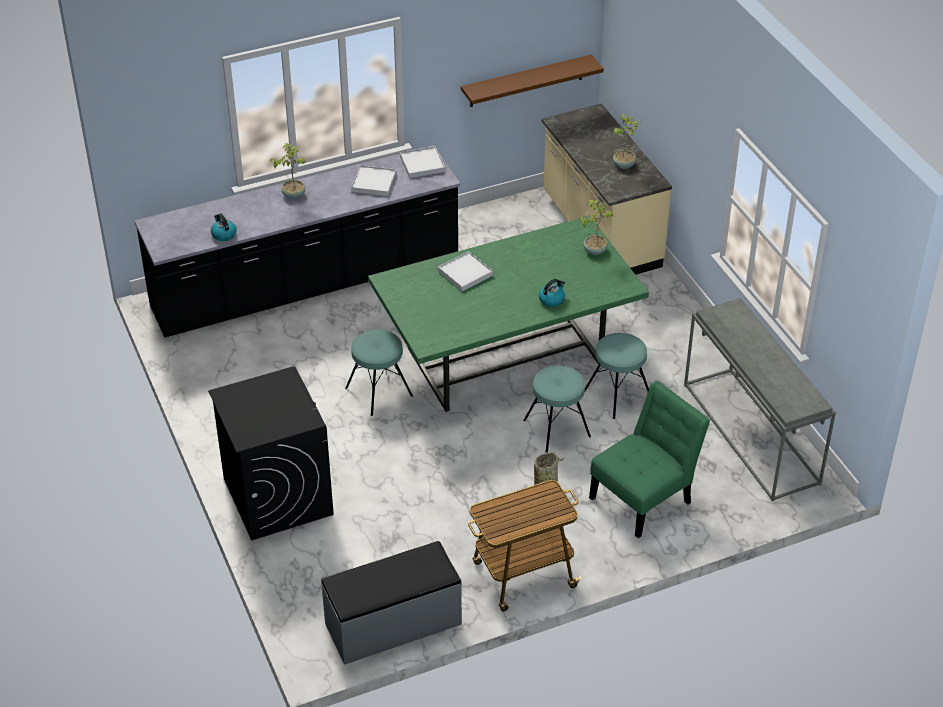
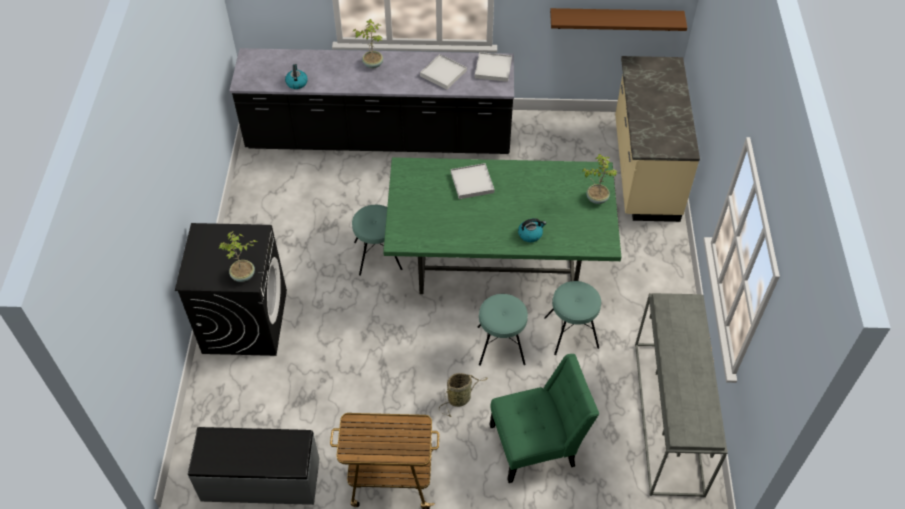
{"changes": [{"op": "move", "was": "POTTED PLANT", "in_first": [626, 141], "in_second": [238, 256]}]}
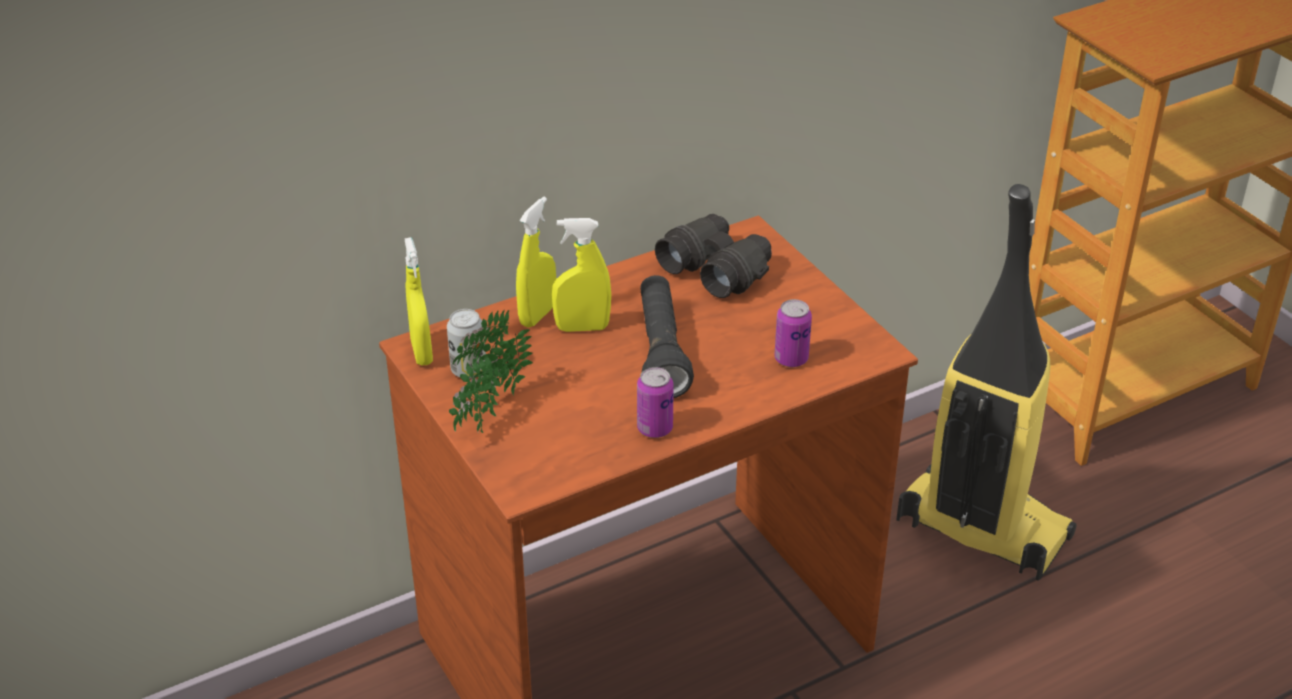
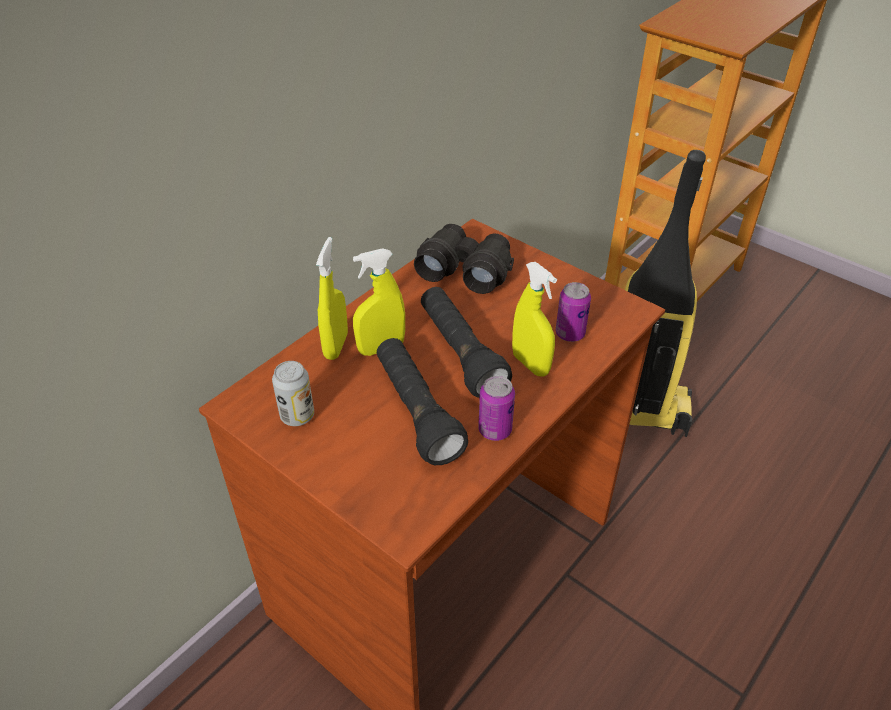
{"changes": [{"op": "delete", "was": "POTTED PLANT", "in_first": [491, 371]}, {"op": "insert", "now": "BLACK FLASHLIGHT", "in_second": [422, 401]}, {"op": "move", "was": "YELLOW SPRAY BOTTLE", "in_first": [419, 301], "in_second": [534, 319]}]}
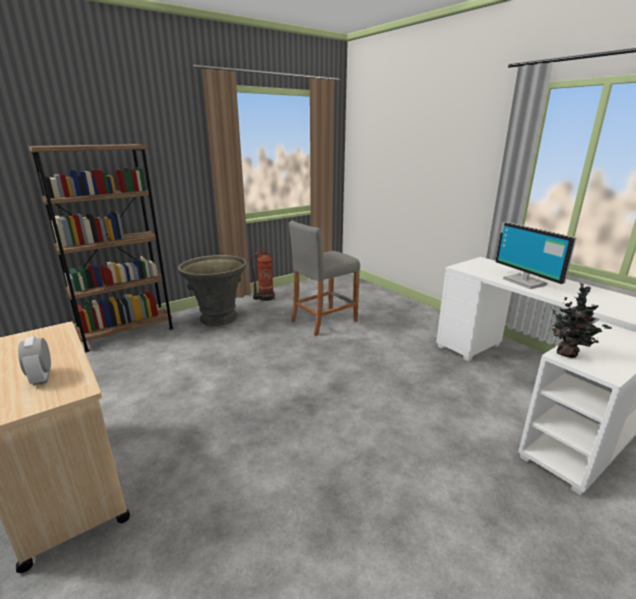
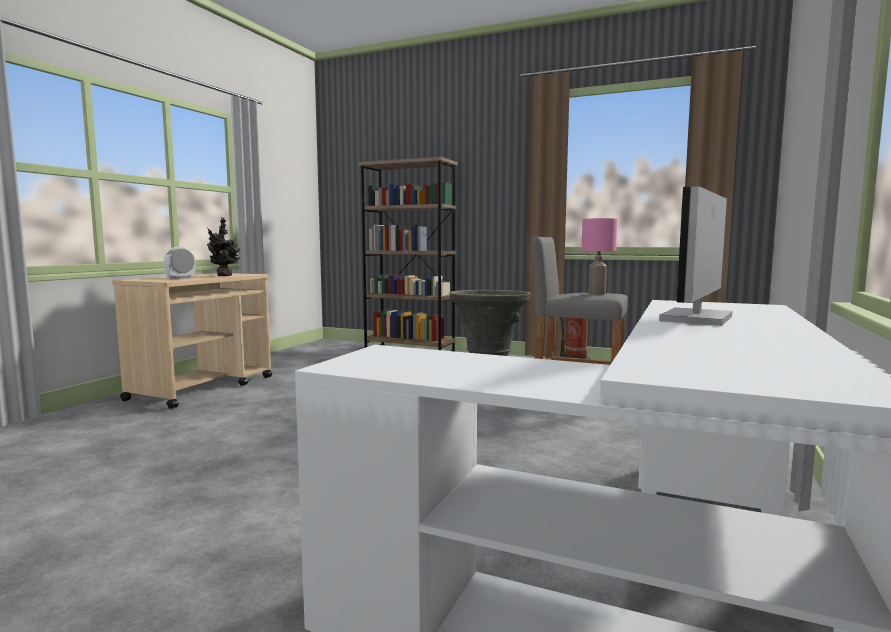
{"changes": [{"op": "insert", "now": "PINK TABLE LAMP", "in_second": [599, 256]}, {"op": "move", "was": "POTTED PLANT", "in_first": [582, 320], "in_second": [224, 246]}]}
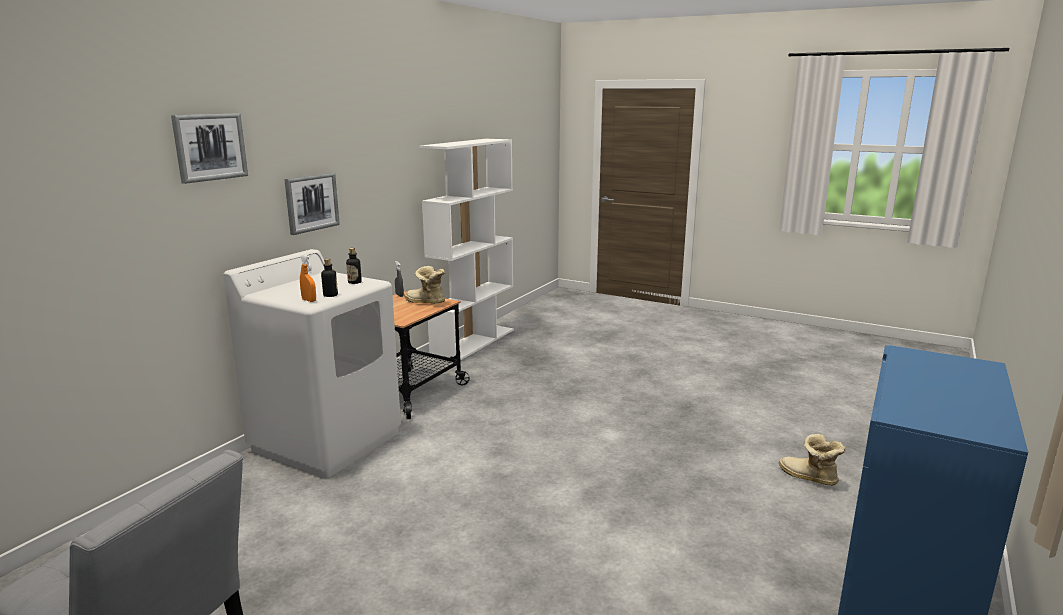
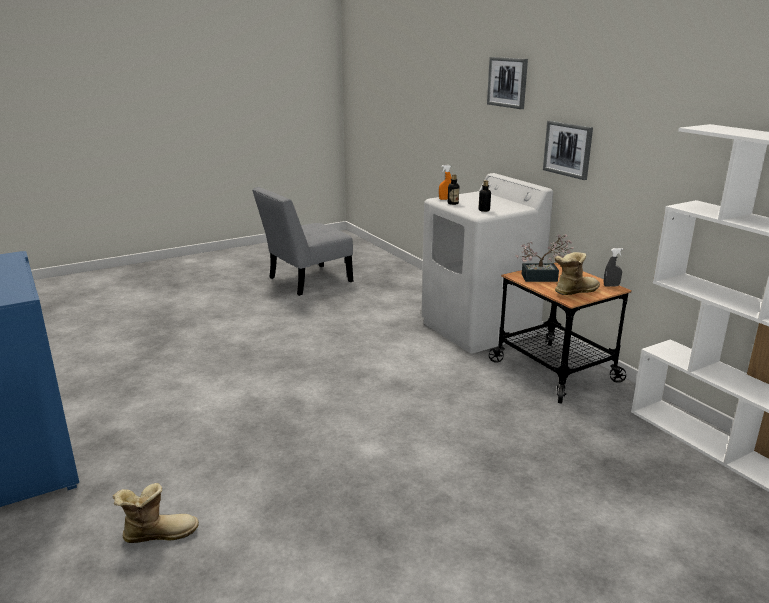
{"changes": [{"op": "insert", "now": "POTTED PLANT", "in_second": [545, 258]}]}
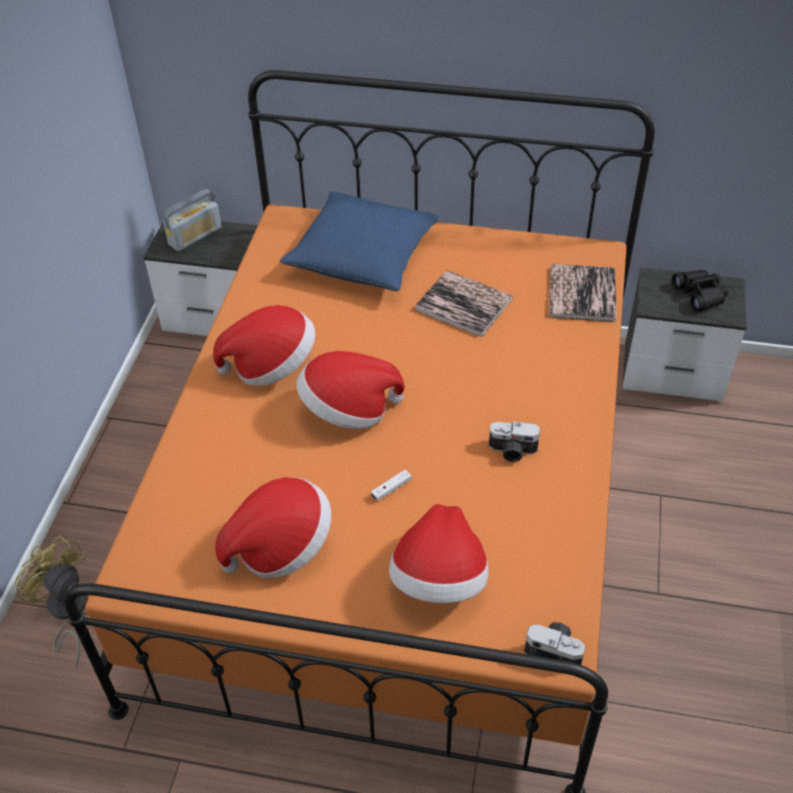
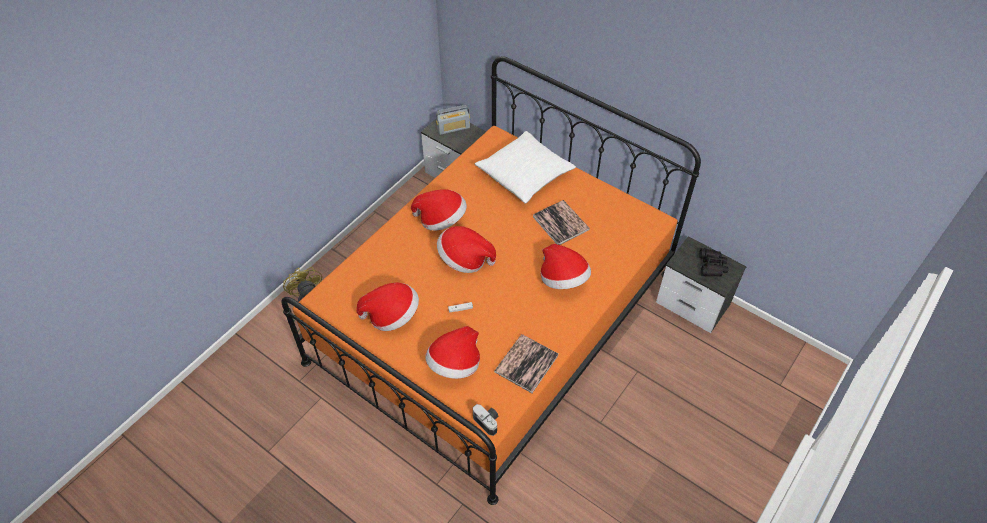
{"changes": [{"op": "delete", "was": "PHOTO CAMERA", "in_first": [514, 441]}, {"op": "insert", "now": "HAT", "in_second": [565, 266]}, {"op": "move", "was": "BOOK", "in_first": [583, 293], "in_second": [526, 363]}, {"op": "recolor", "was": "BLUE PILLOW", "now": "WHITE PILLOW", "in_first": [360, 241], "in_second": [525, 167]}]}
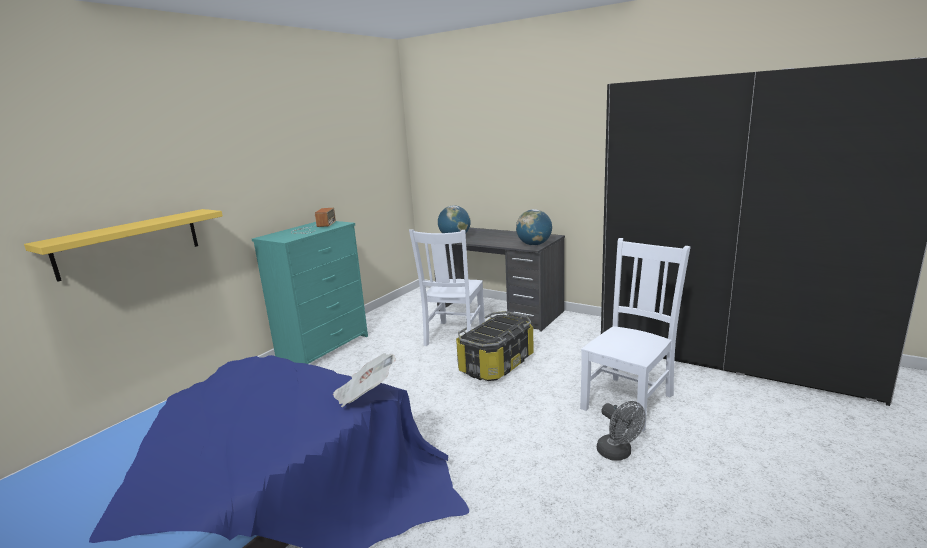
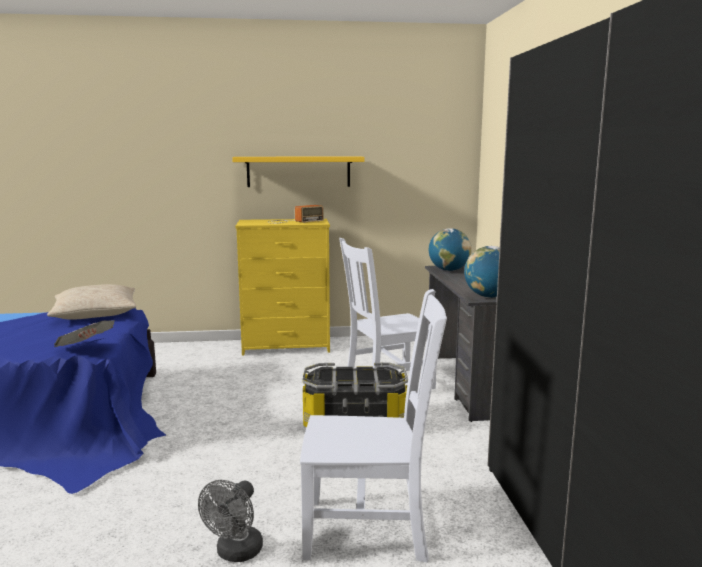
{"changes": [{"op": "insert", "now": "BEIGE PILLOW", "in_second": [91, 302]}, {"op": "move", "was": "YELLOW SHELF", "in_first": [123, 245], "in_second": [298, 172]}, {"op": "recolor", "was": "TURQUOISE DRESSER", "now": "YELLOW DRESSER", "in_first": [310, 292], "in_second": [282, 287]}]}
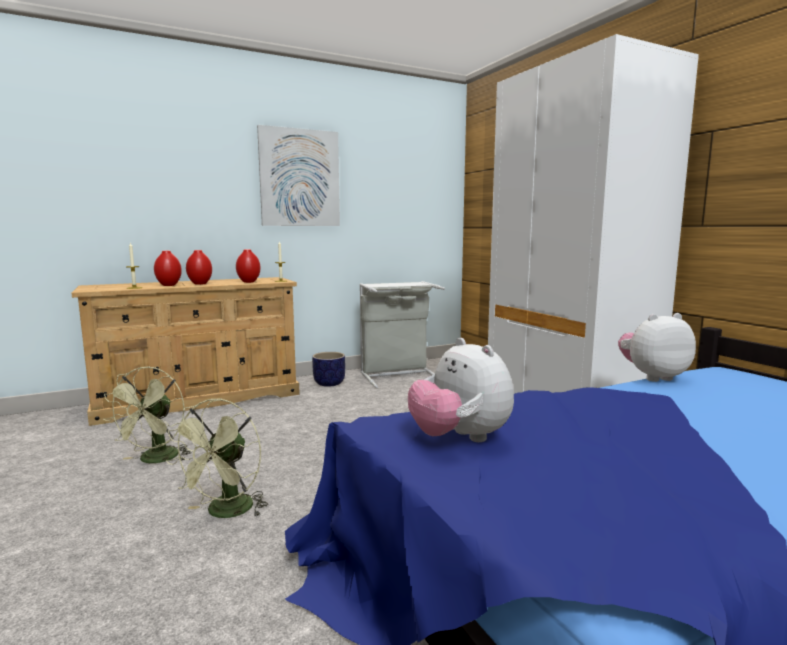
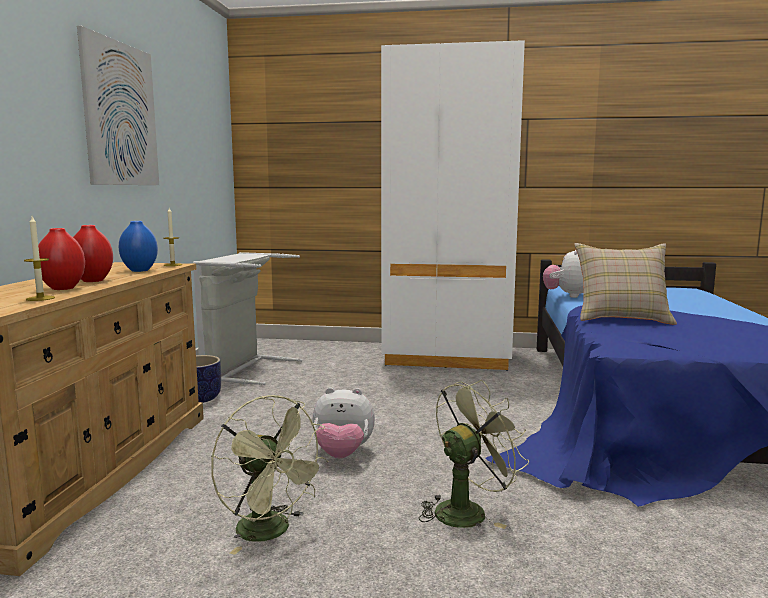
{"changes": [{"op": "insert", "now": "BEIGE PILLOW", "in_second": [625, 284]}, {"op": "move", "was": "PLUSH TOY", "in_first": [461, 390], "in_second": [344, 423]}, {"op": "recolor", "was": "RED VASE", "now": "BLUE VASE", "in_first": [248, 266], "in_second": [138, 246]}, {"op": "rotate", "was": "GREEN FAN", "in_first": [217, 458], "in_second": [474, 454], "clockwise": -90}]}
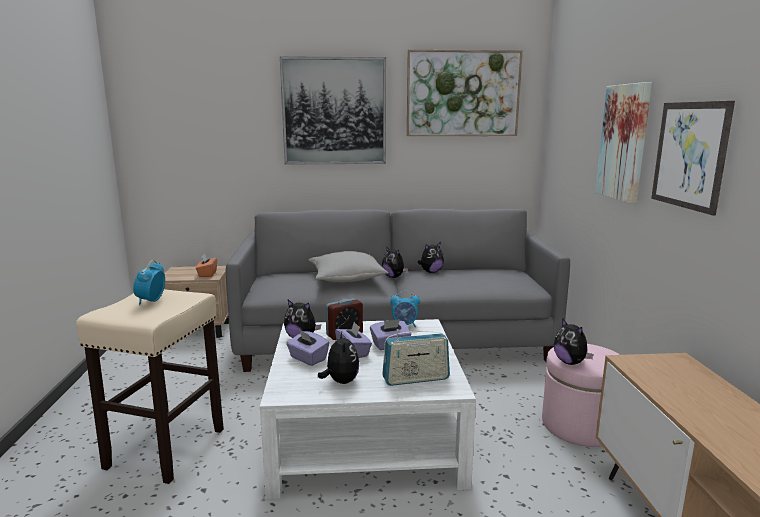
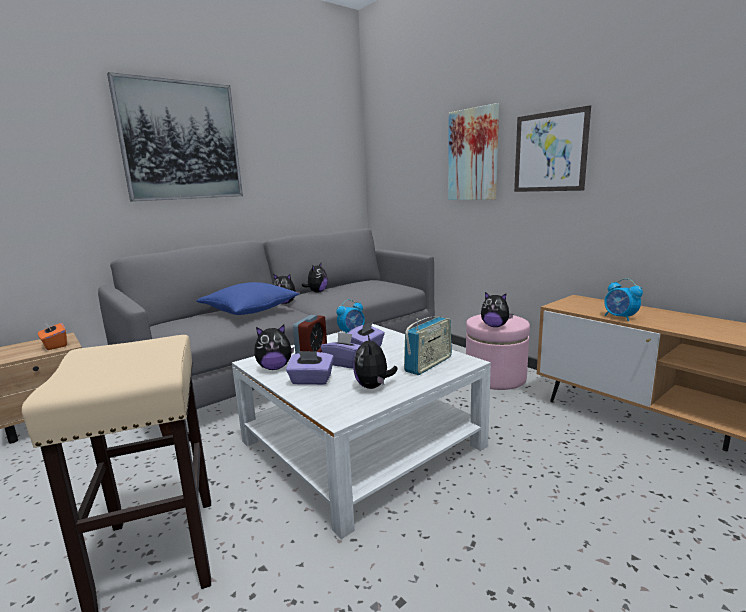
{"changes": [{"op": "delete", "was": "PICTURE", "in_first": [465, 93]}, {"op": "move", "was": "ALARM CLOCK", "in_first": [149, 283], "in_second": [623, 299]}, {"op": "recolor", "was": "GREY PILLOW", "now": "BLUE PILLOW", "in_first": [348, 266], "in_second": [248, 298]}, {"op": "rotate", "was": "PLUSH TOY", "in_first": [338, 358], "in_second": [375, 361], "clockwise": -135}]}
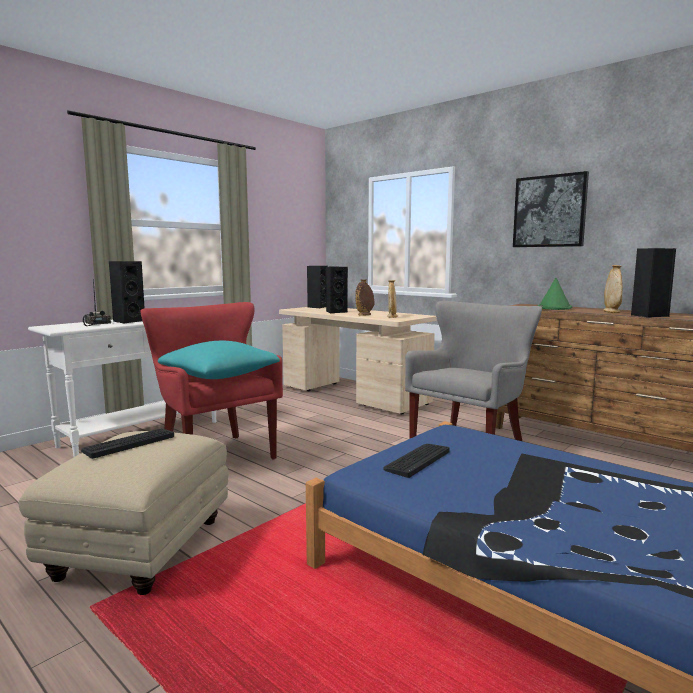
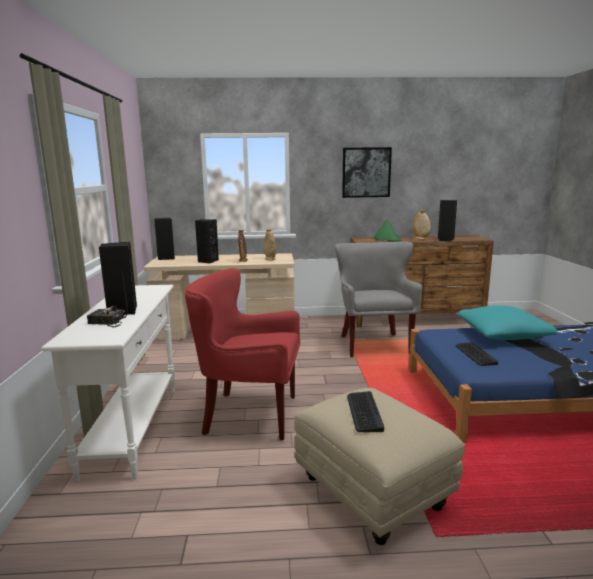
{"changes": [{"op": "move", "was": "TURQUOISE PILLOW", "in_first": [219, 360], "in_second": [507, 322]}]}
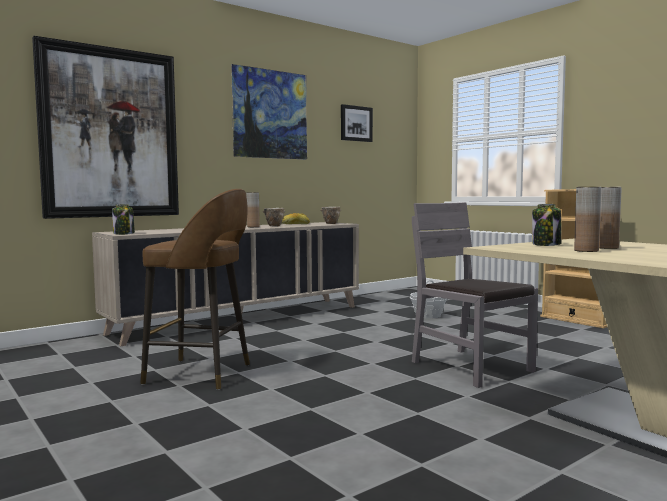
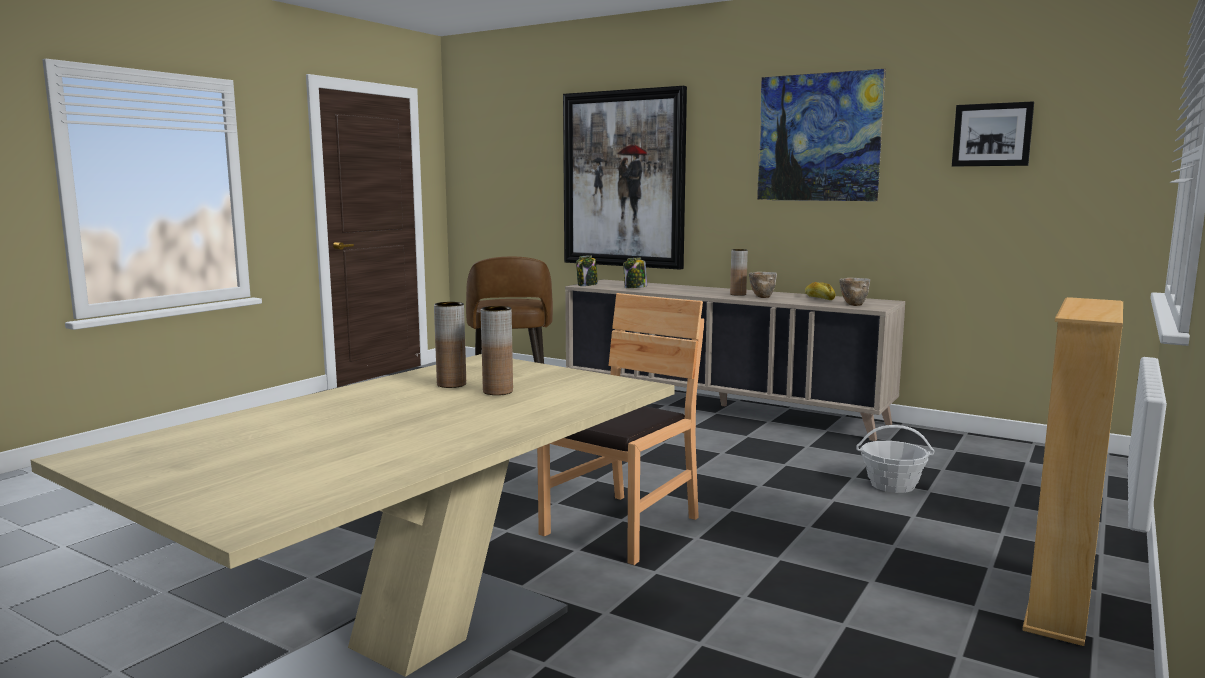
{"changes": [{"op": "move", "was": "JAR", "in_first": [547, 225], "in_second": [635, 273]}, {"op": "recolor", "was": "GREY CHAIR", "now": "BROWN CHAIR", "in_first": [475, 295], "in_second": [620, 429]}]}
